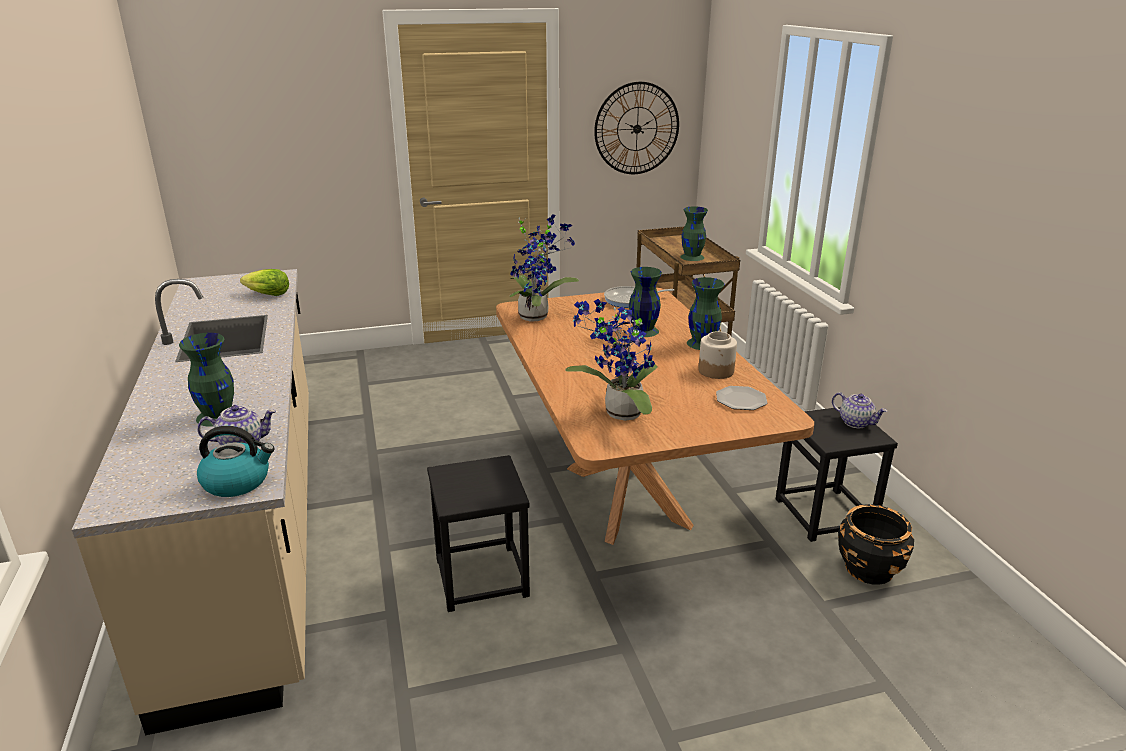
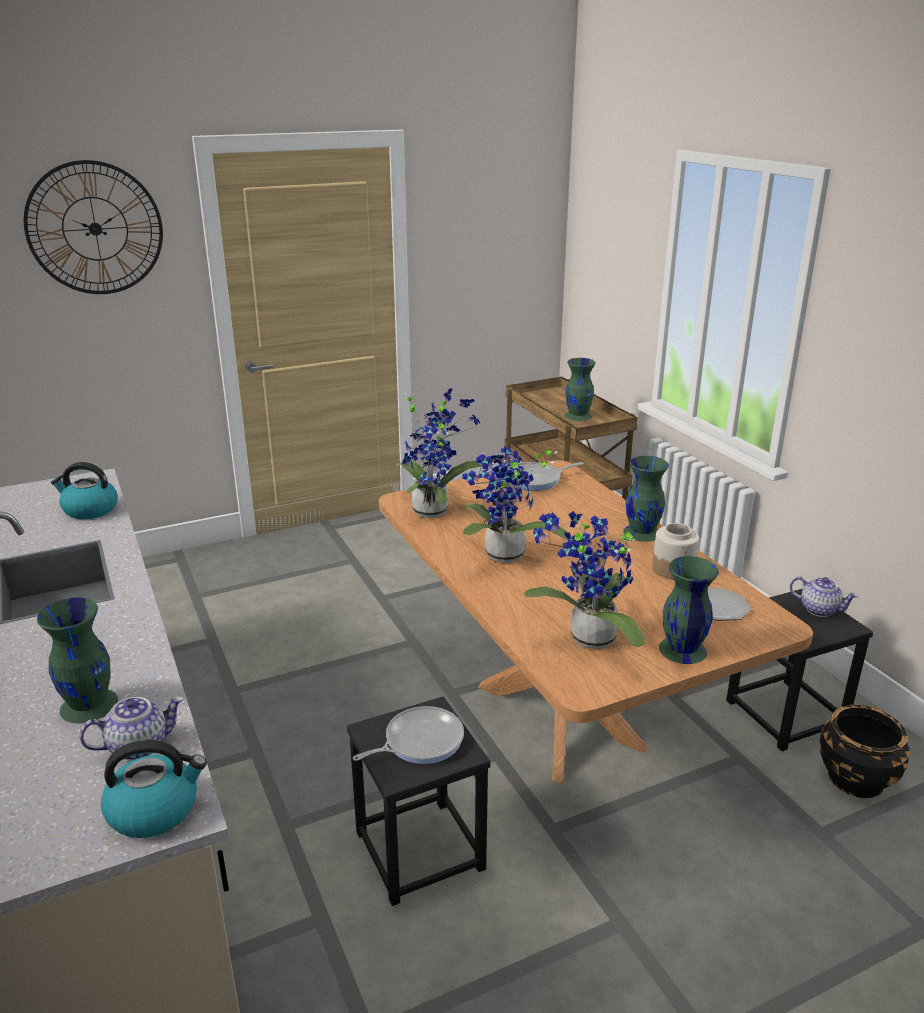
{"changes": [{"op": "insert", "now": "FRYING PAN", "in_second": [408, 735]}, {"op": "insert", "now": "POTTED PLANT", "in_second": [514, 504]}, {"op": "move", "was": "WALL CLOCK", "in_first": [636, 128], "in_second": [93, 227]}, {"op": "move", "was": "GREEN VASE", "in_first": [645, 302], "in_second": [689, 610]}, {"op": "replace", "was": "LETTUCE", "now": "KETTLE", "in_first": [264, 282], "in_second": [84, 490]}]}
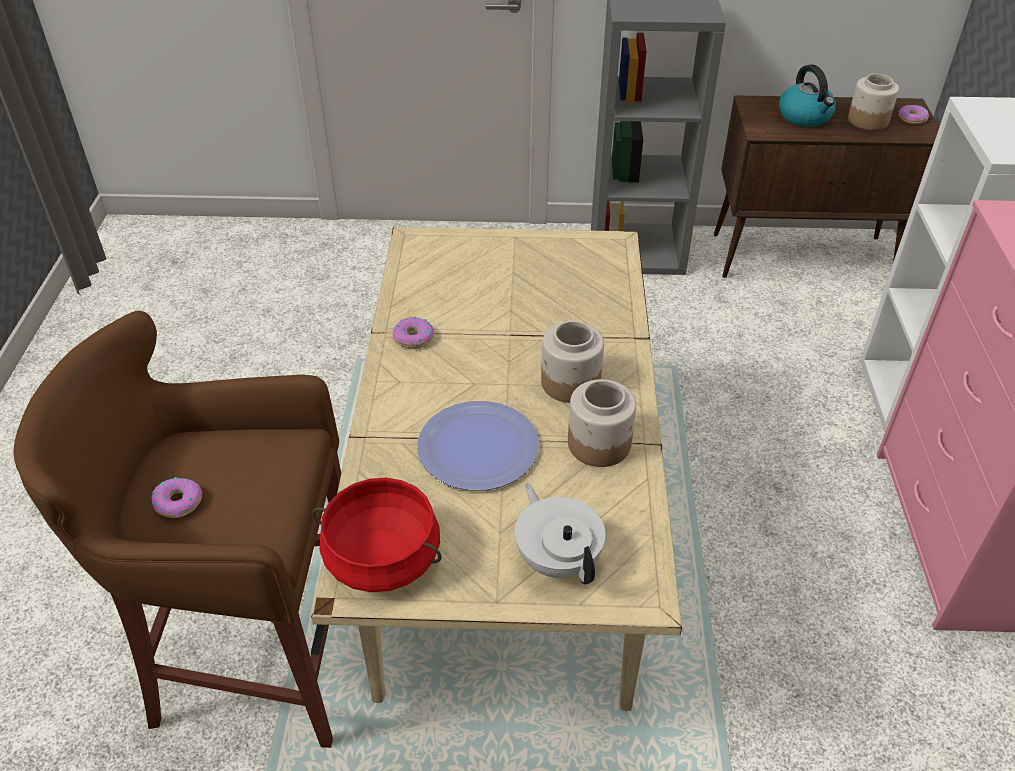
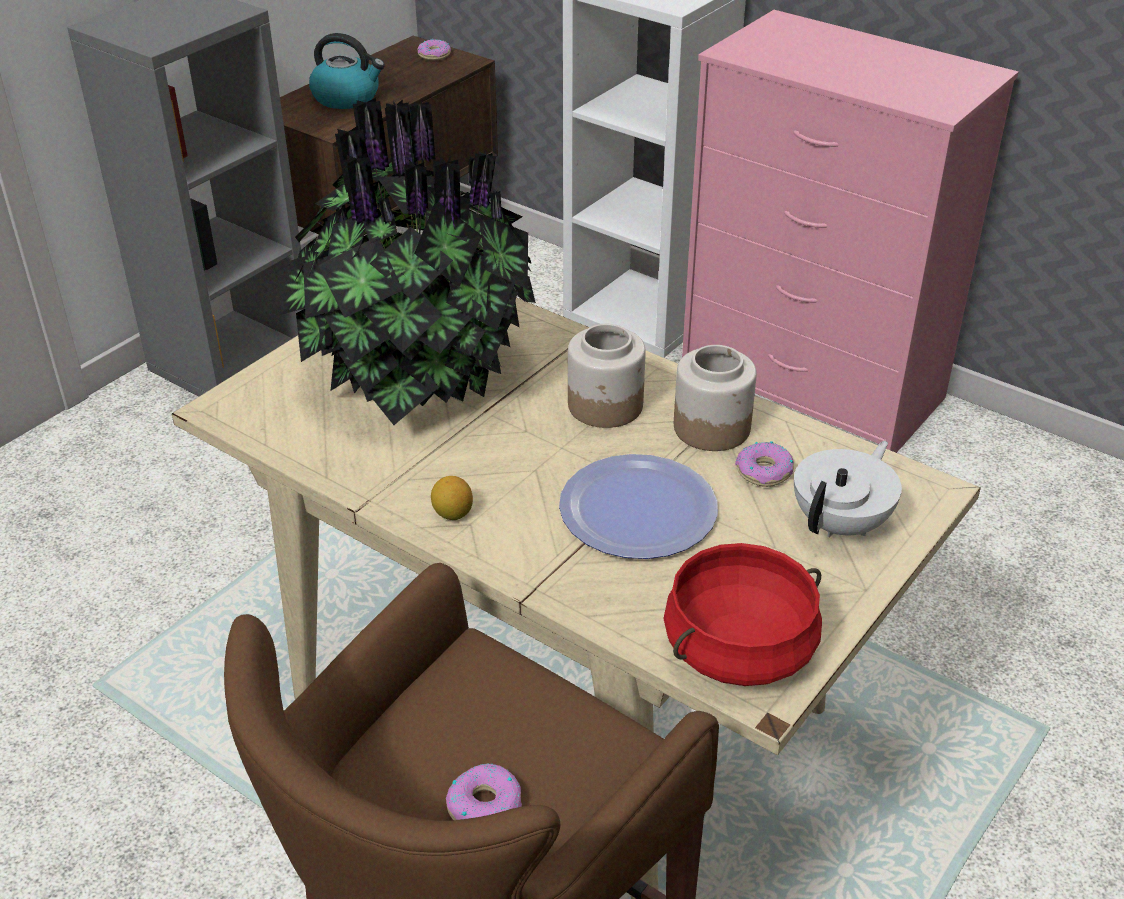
{"changes": [{"op": "delete", "was": "JAR", "in_first": [873, 102]}, {"op": "insert", "now": "POTTED PLANT", "in_second": [407, 261]}, {"op": "insert", "now": "LEMON", "in_second": [452, 498]}, {"op": "move", "was": "DONUT", "in_first": [413, 332], "in_second": [764, 464]}, {"op": "rotate", "was": "WHITE TEAPOT", "in_first": [560, 533], "in_second": [848, 489], "clockwise": 120}]}
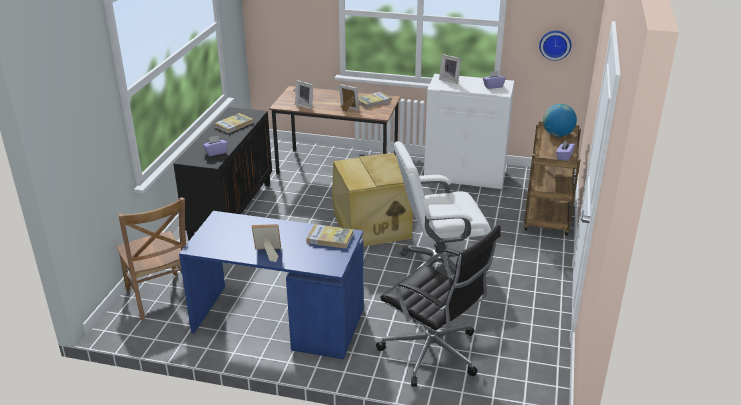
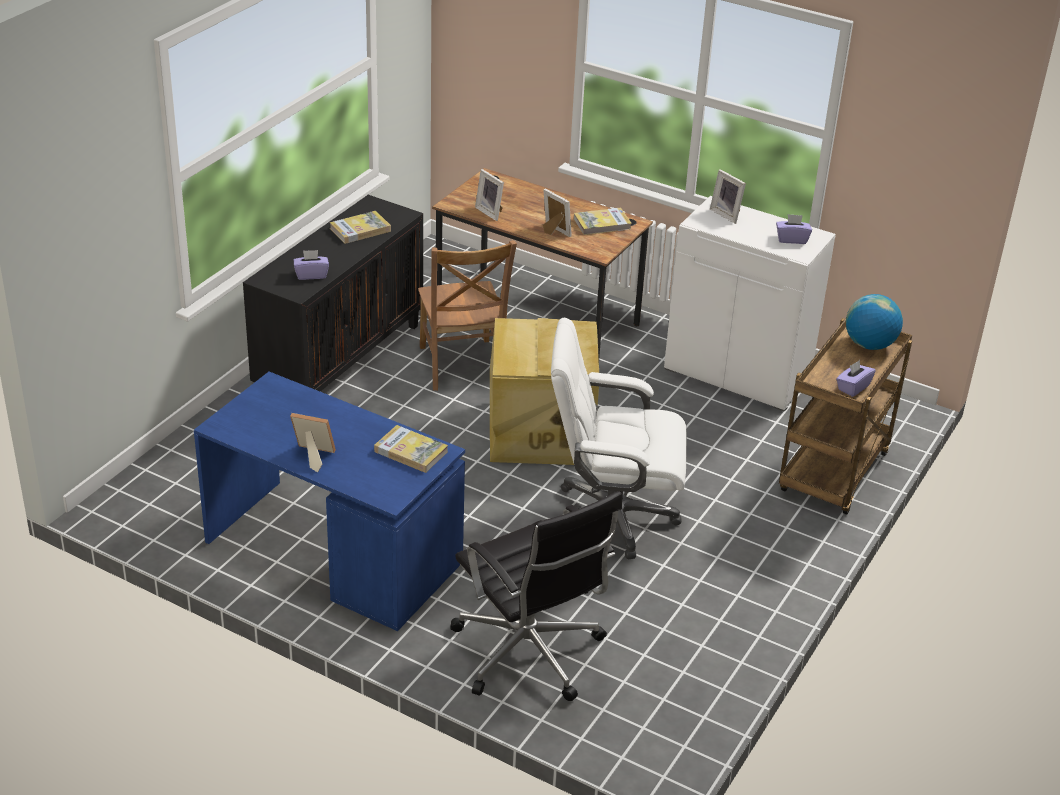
{"changes": [{"op": "delete", "was": "WALL CLOCK", "in_first": [555, 46]}, {"op": "move", "was": "BROWN CHAIR", "in_first": [151, 259], "in_second": [467, 315]}]}
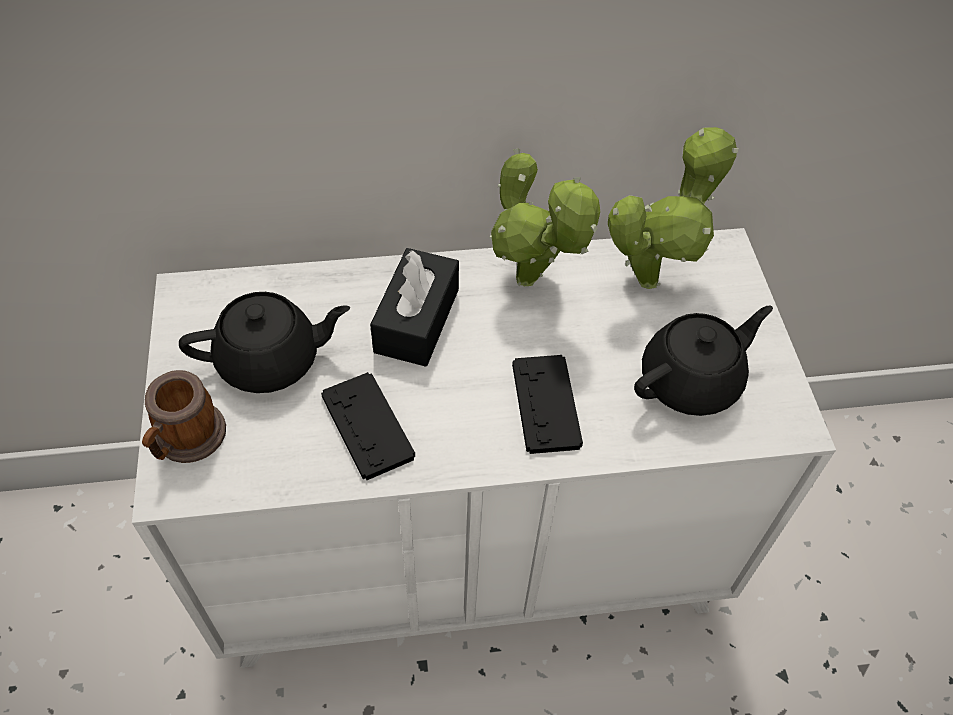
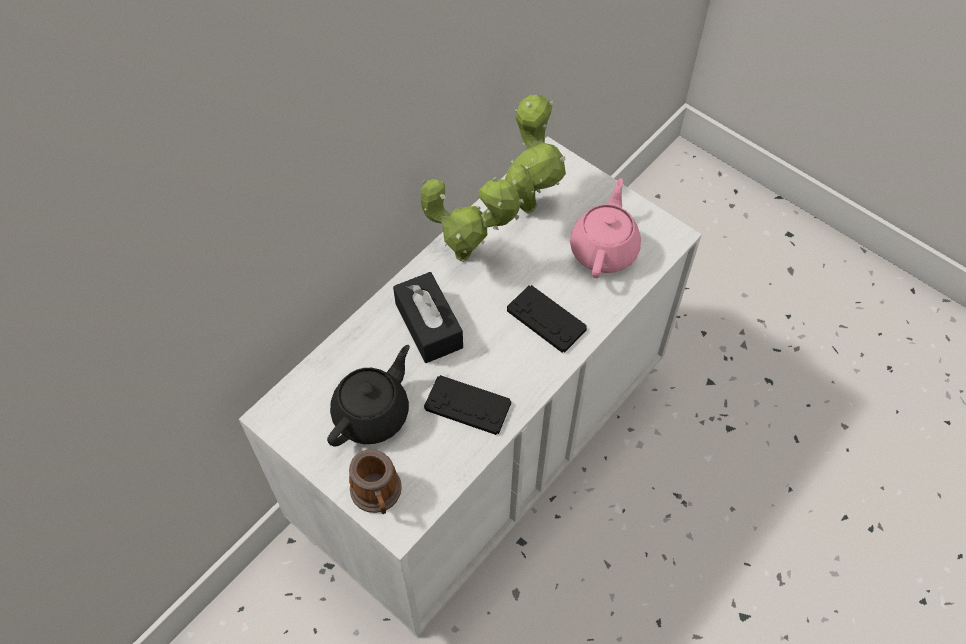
{"changes": [{"op": "recolor", "was": "BLACK TEAPOT", "now": "PINK TEAPOT", "in_first": [703, 361], "in_second": [605, 228]}]}
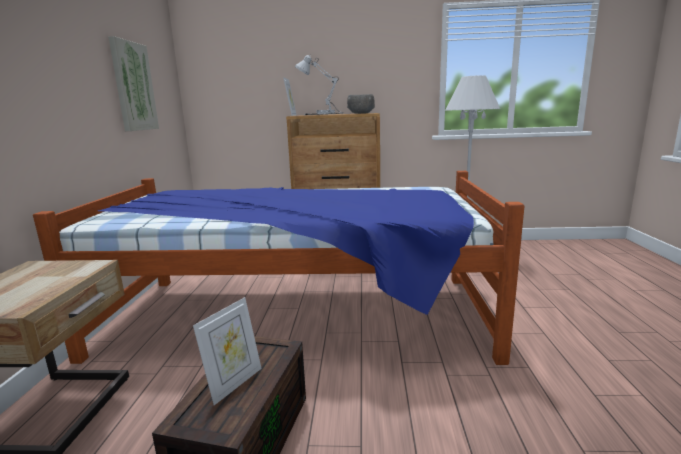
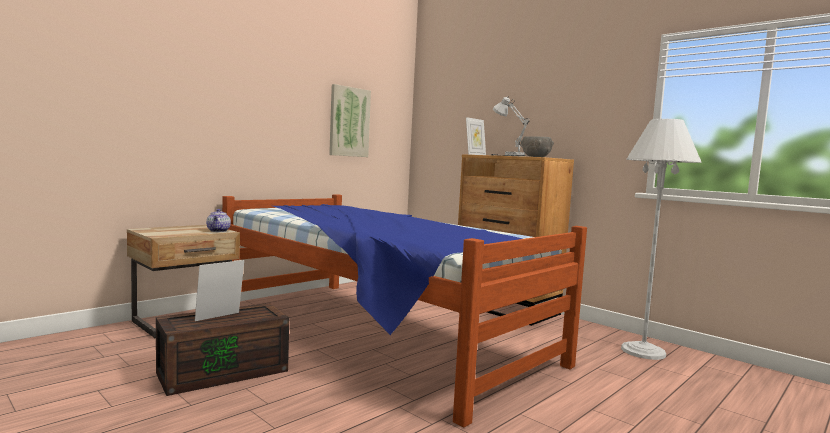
{"changes": [{"op": "insert", "now": "TEAPOT", "in_second": [218, 220]}, {"op": "rotate", "was": "PICTURE FRAME", "in_first": [227, 351], "in_second": [219, 290], "clockwise": 150}]}
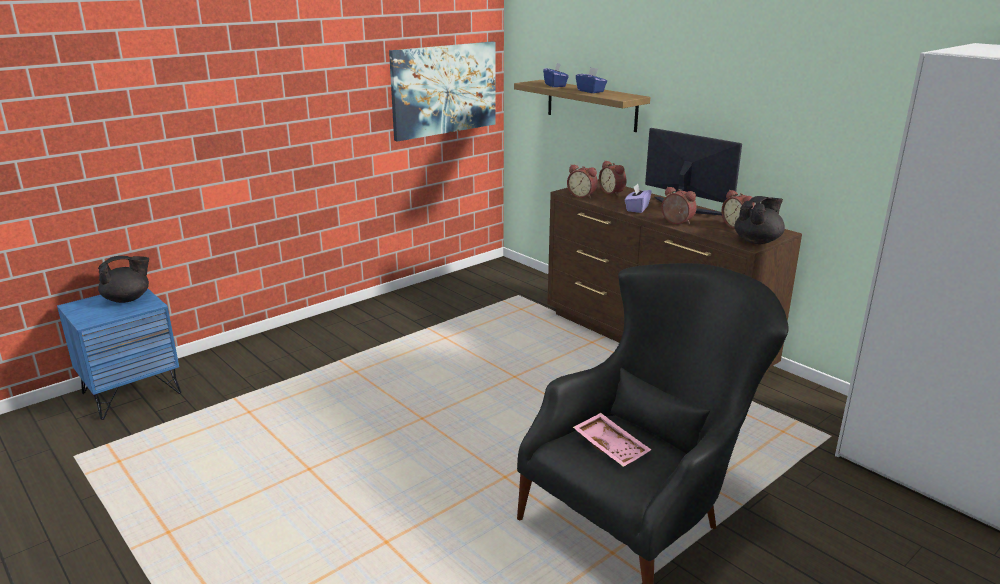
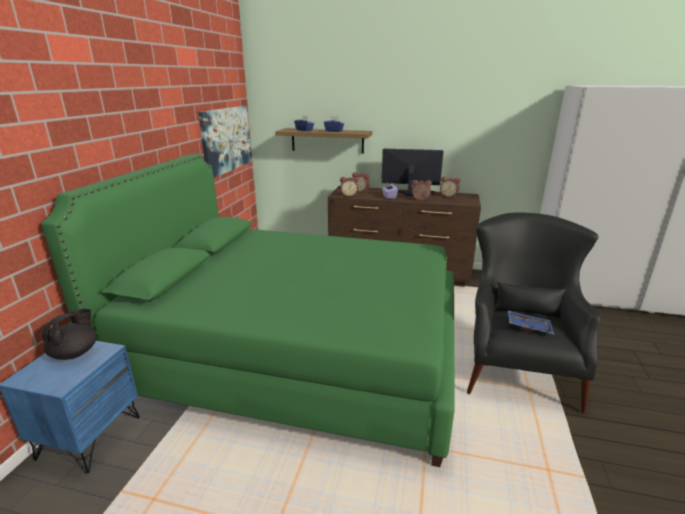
{"changes": [{"op": "delete", "was": "BLACK TEAPOT", "in_first": [759, 220]}, {"op": "insert", "now": "GREEN BED", "in_second": [248, 310]}, {"op": "recolor", "was": "PINK TRAY", "now": "BLUE TRAY", "in_first": [612, 440], "in_second": [531, 323]}]}
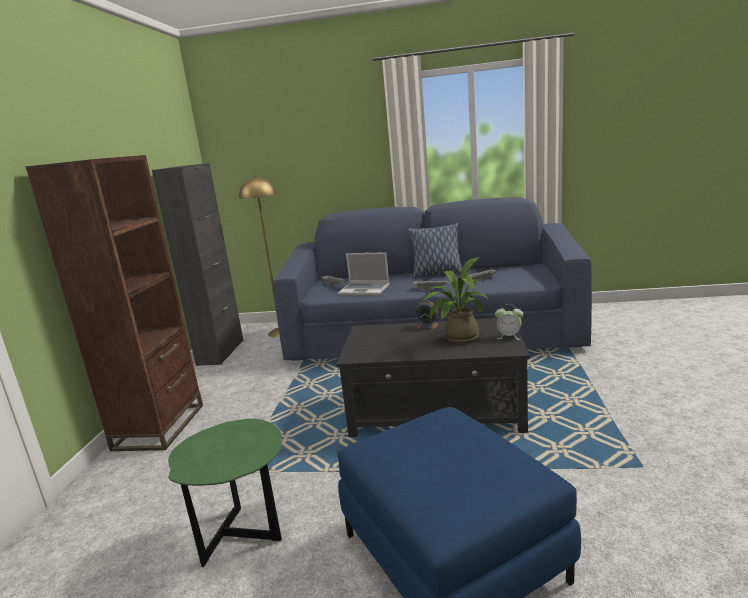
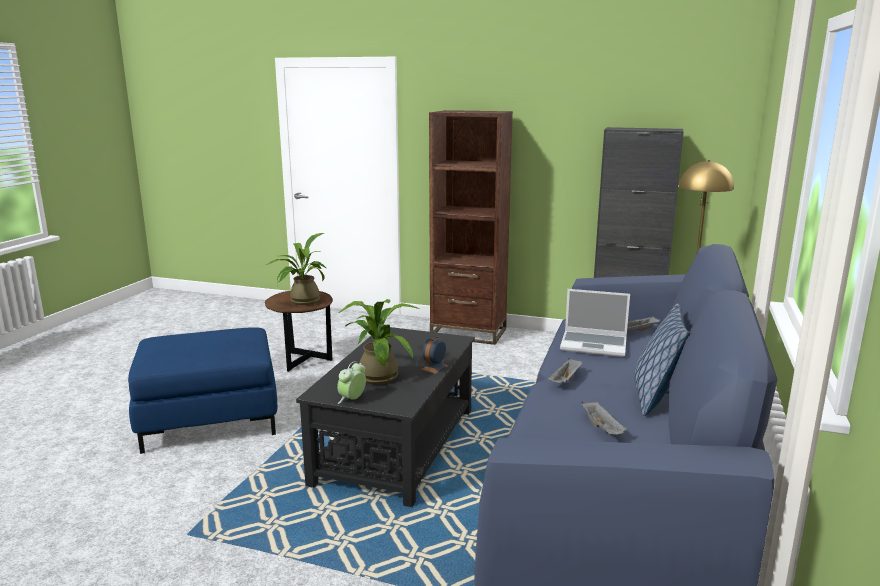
{"changes": [{"op": "insert", "now": "POTTED PLANT", "in_second": [296, 269]}, {"op": "recolor", "was": "GREEN SIDE TABLE", "now": "BROWN SIDE TABLE", "in_first": [225, 493], "in_second": [299, 331]}, {"op": "rotate", "was": "LAPTOP", "in_first": [364, 274], "in_second": [595, 323], "clockwise": -105}]}
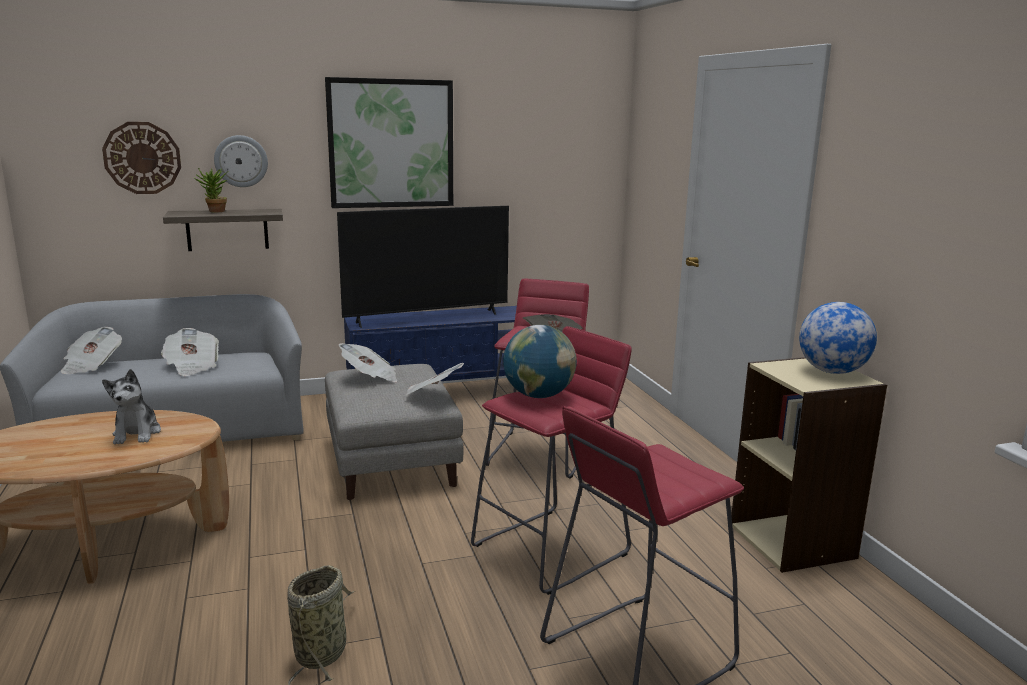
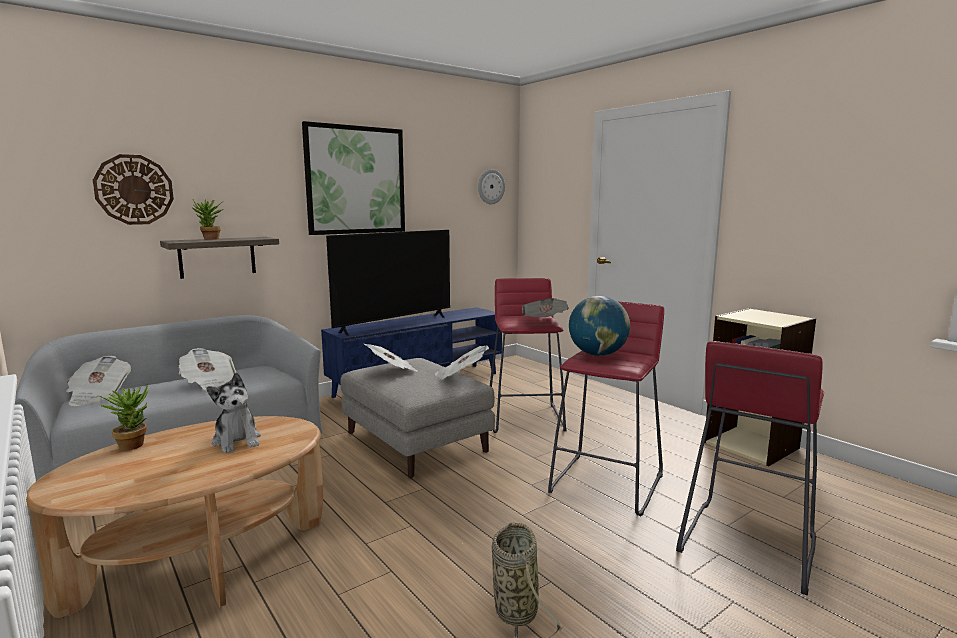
{"changes": [{"op": "delete", "was": "GLOBE", "in_first": [838, 338]}, {"op": "insert", "now": "POTTED PLANT", "in_second": [123, 417]}, {"op": "move", "was": "WALL CLOCK", "in_first": [241, 161], "in_second": [491, 186]}]}
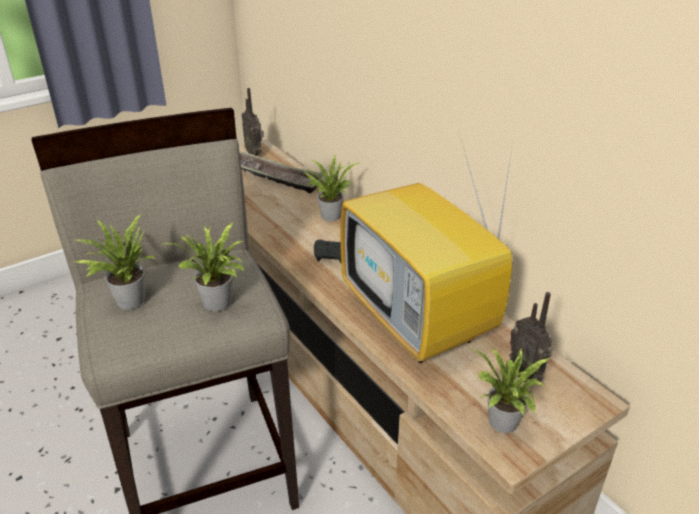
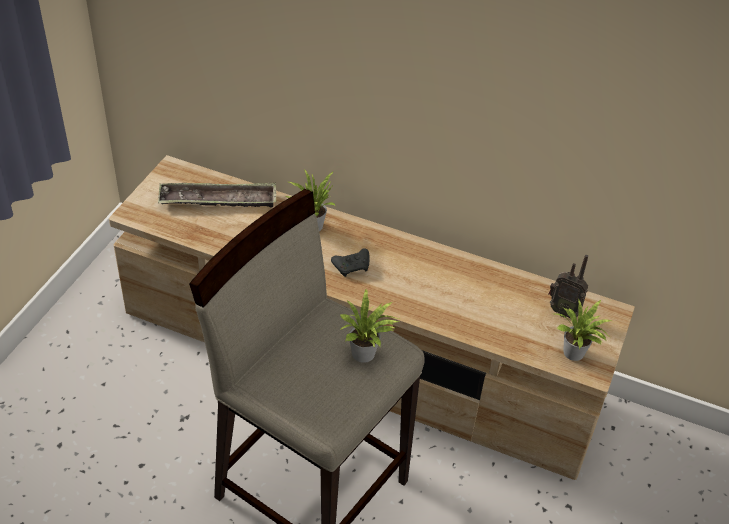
{"changes": [{"op": "delete", "was": "POTTED PLANT", "in_first": [115, 262]}, {"op": "delete", "was": "RADIO", "in_first": [253, 122]}, {"op": "delete", "was": "TELEVISION", "in_first": [426, 248]}]}
